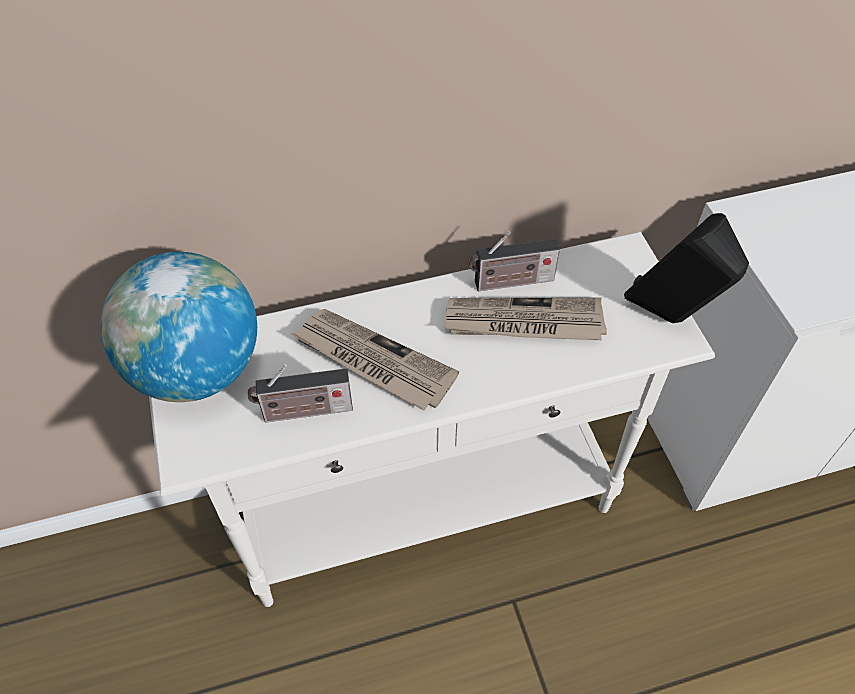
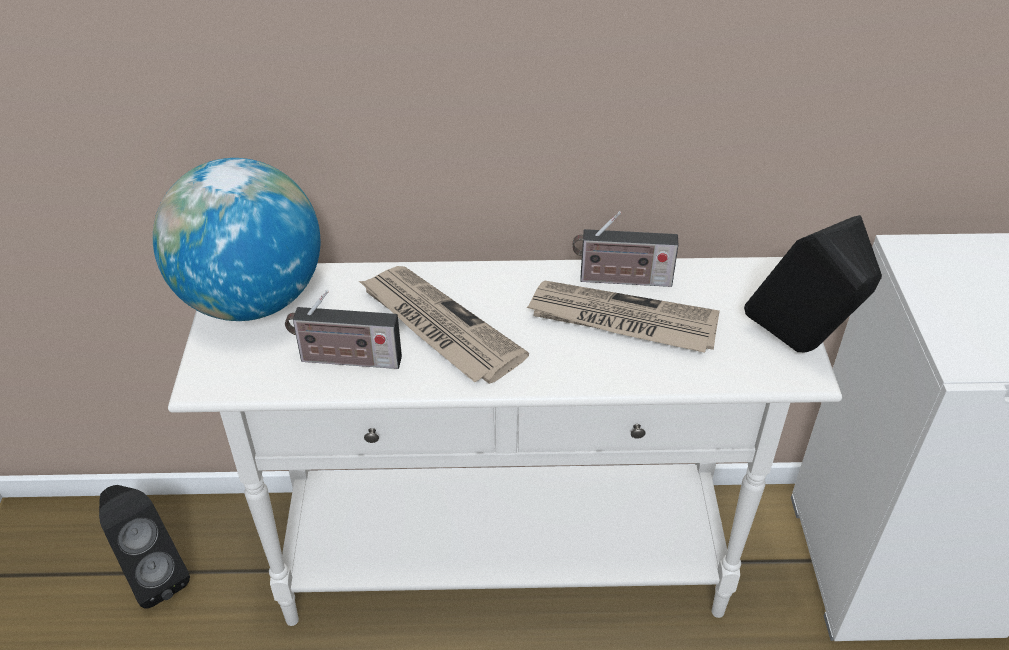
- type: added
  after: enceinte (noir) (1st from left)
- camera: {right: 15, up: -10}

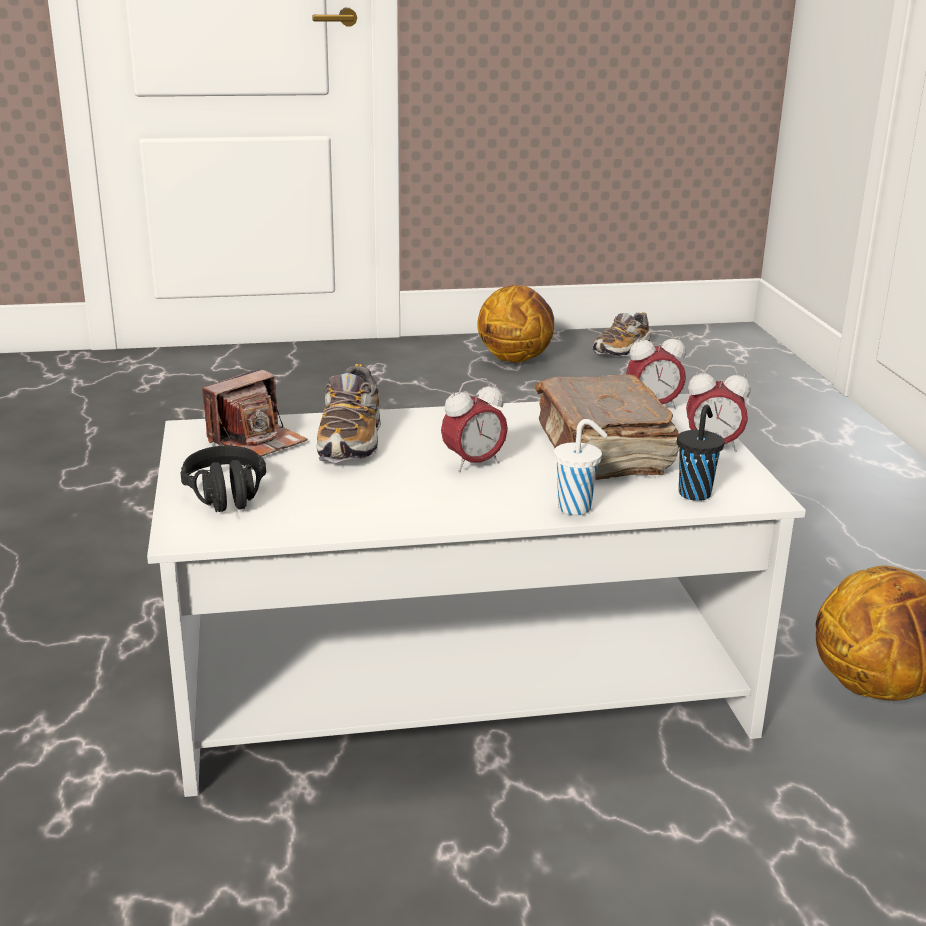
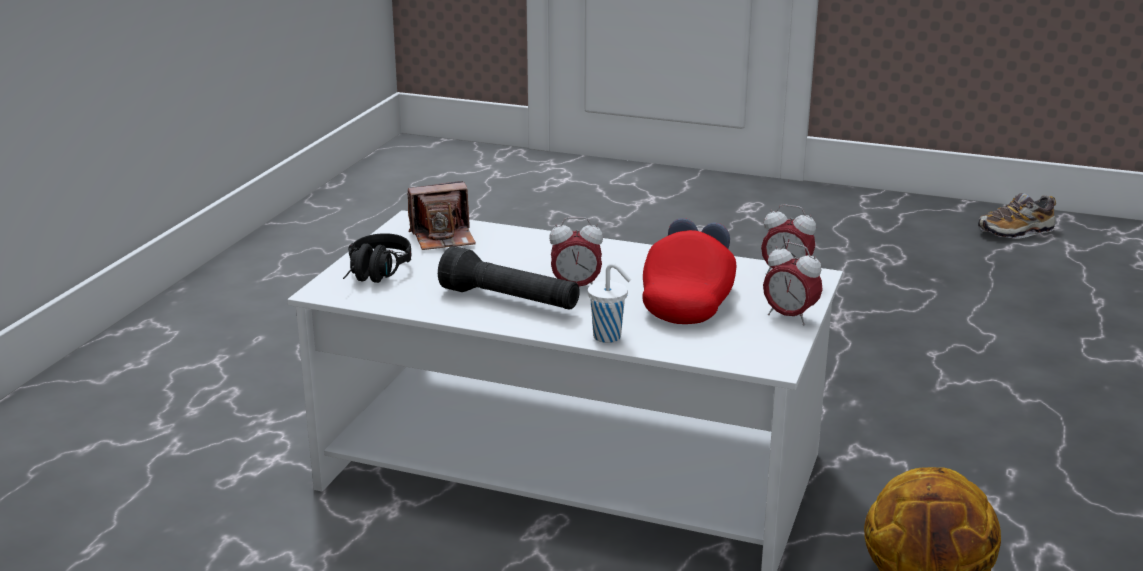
- type: removed
  before: chaussure (1st from left)
- type: removed
  before: ballon de basket (1st from left)
- type: replaced
  before: livre (marron)
  after: casquette (rouge)
- type: removed
  before: tasse (noir)
- type: added
  after: lampe de poche (noir)
- camera: {right: 30, up: 0}

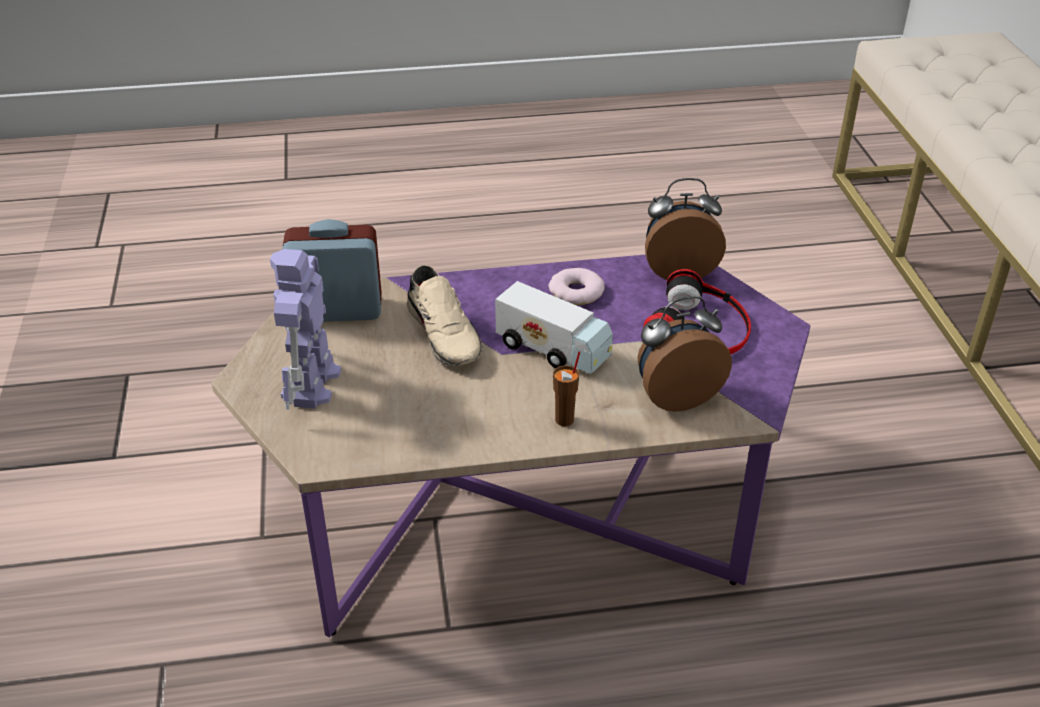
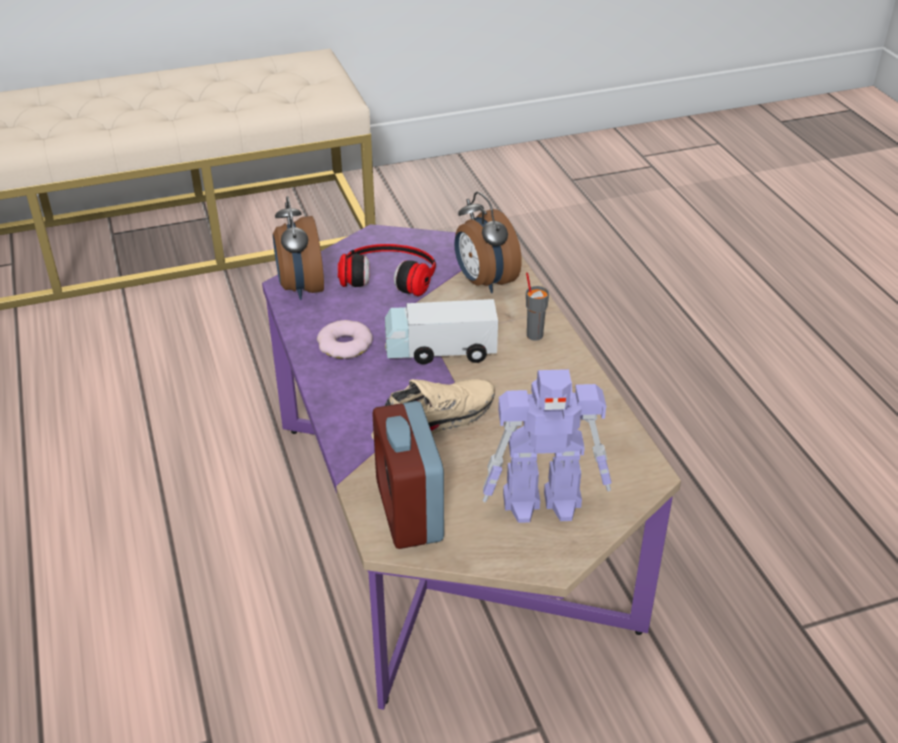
- type: turned
  before: camion jouet
  turn: -120
- type: recoloured
  before: tasse (marron)
  after: tasse (gris)
- camera: {right: -100, up: 0}

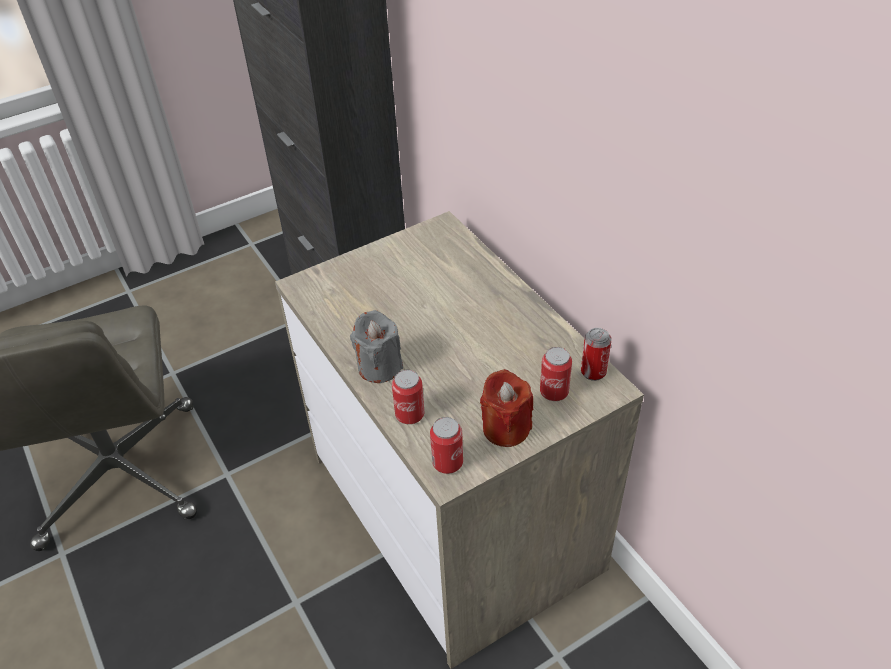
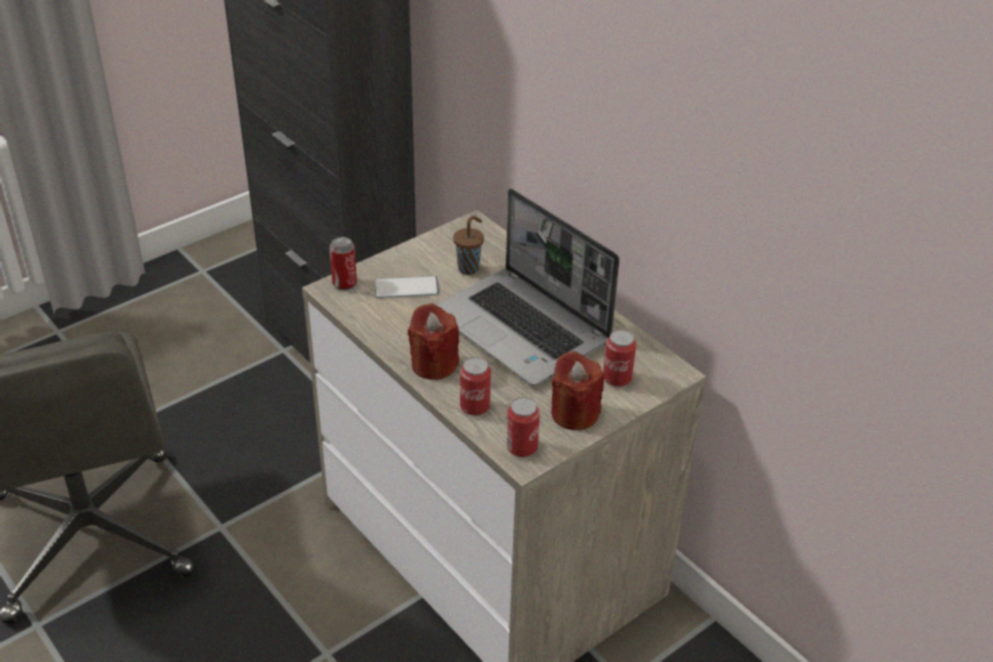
- type: recoloured
  before: bougie (gris)
  after: bougie (rouge) (1st from left)
- type: moved
  before: boîte métallique (4th from left in the first image)
  after: boîte métallique (1st from left)
- type: added
  after: téléphone
- type: added
  after: ordinateur portable
- type: added
  after: tasse (marron)
- camera: {right: -10, up: -5}

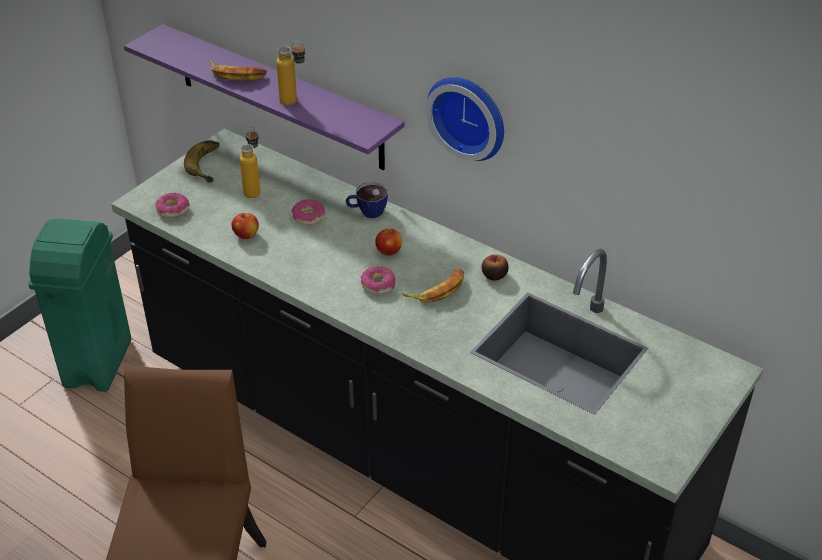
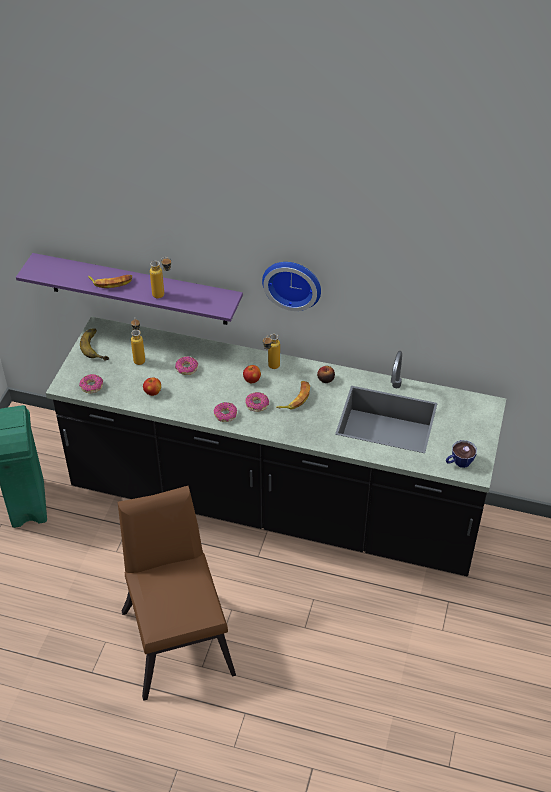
- type: moved
  before: tasse
- type: added
  after: beignet (3rd from left)
- type: added
  after: bouteille (3rd from left)
- camera: {right: -20, up: 5}

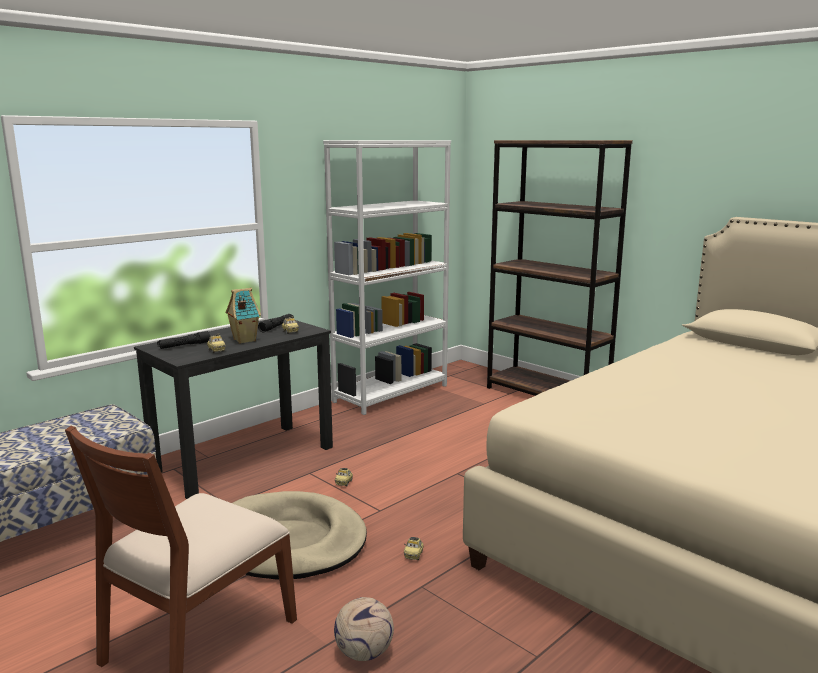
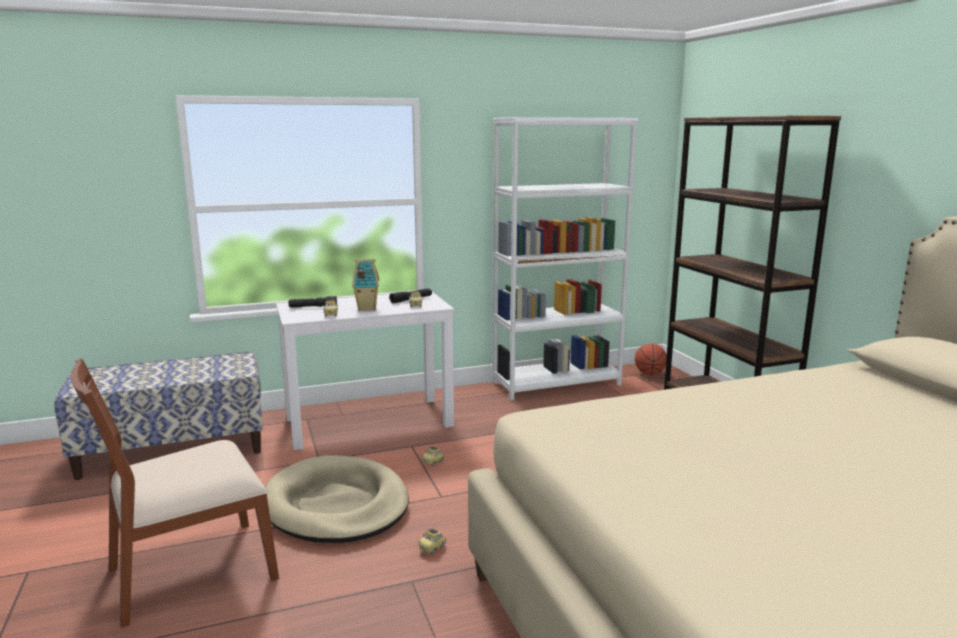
- type: recoloured
  before: bureau (noir)
  after: bureau (blanc)
- type: removed
  before: ballon de foot
- type: added
  after: ballon de basket
- camera: {right: 25, up: 0}

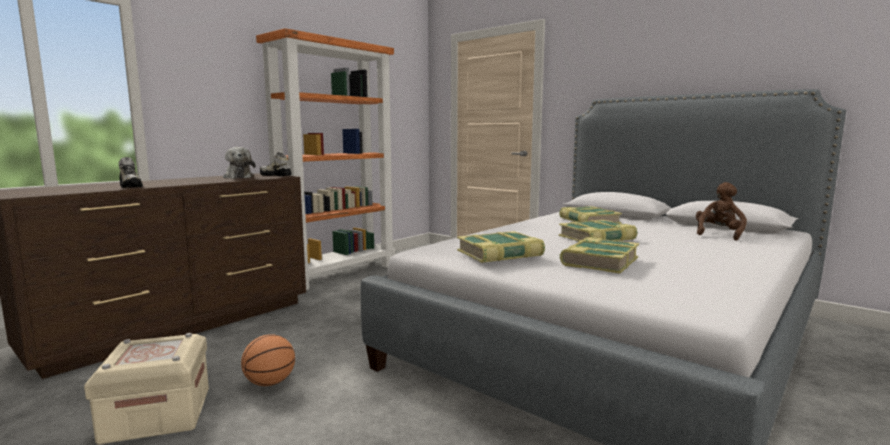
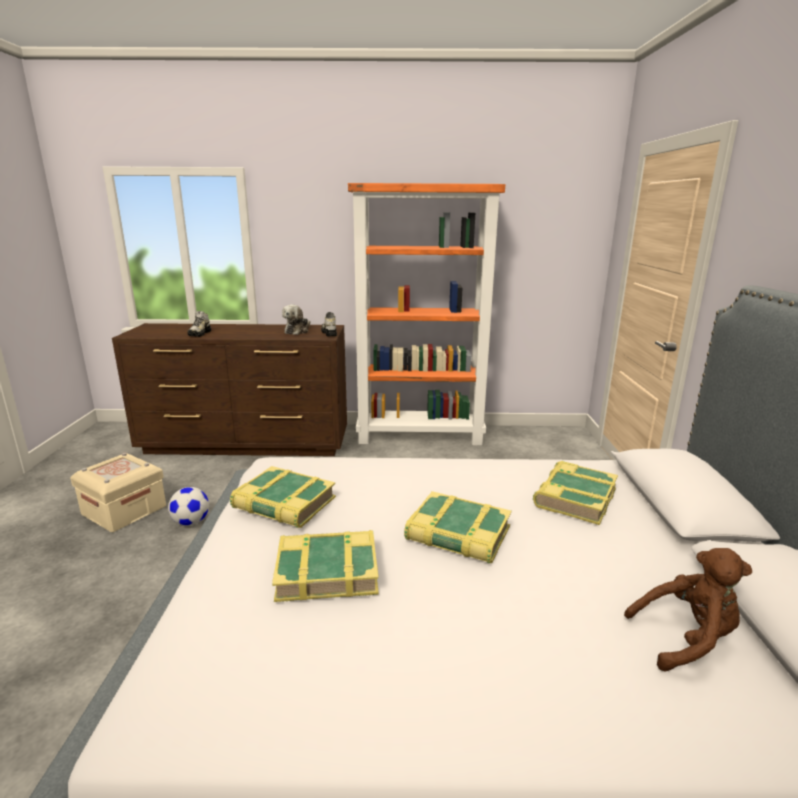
- type: replaced
  before: ballon de basket
  after: ballon de foot
- camera: {right: 50, up: 10}

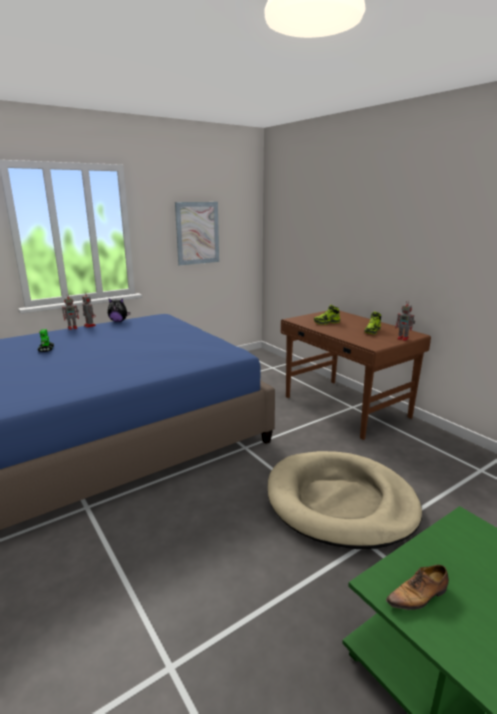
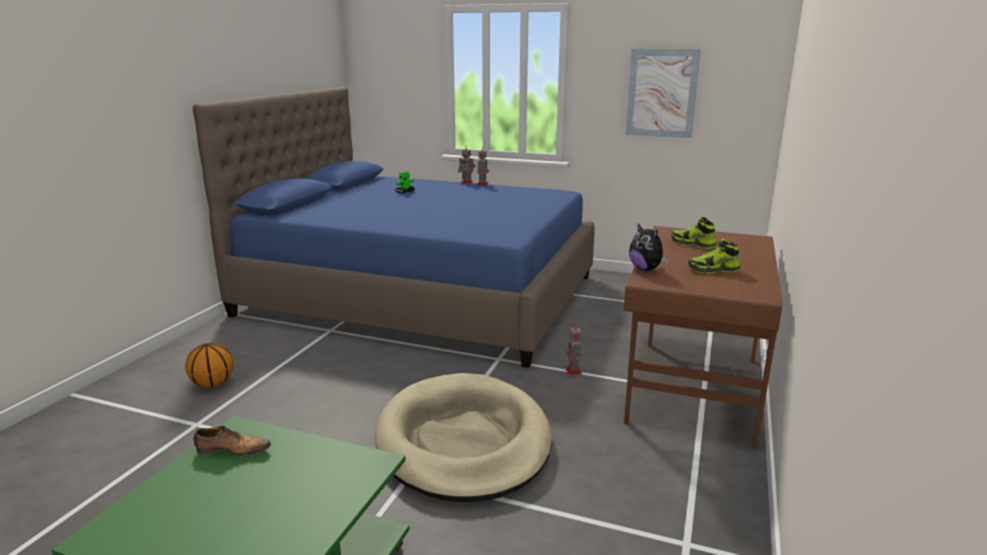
- type: moved
  before: peluche
- type: turned
  before: chaussure (3rd from left in the first image)
  turn: 150
- type: moved
  before: robot jouet (4th from left)
- type: added
  after: ballon de basket
- camera: {right: 55, up: 0}

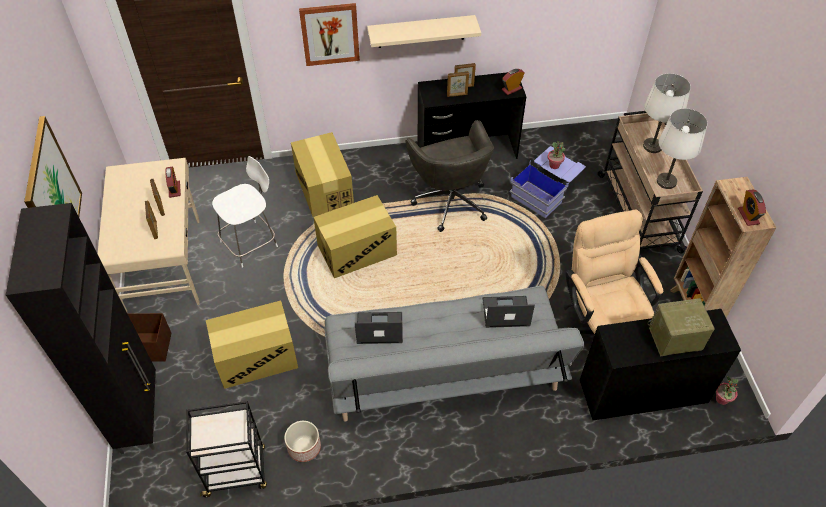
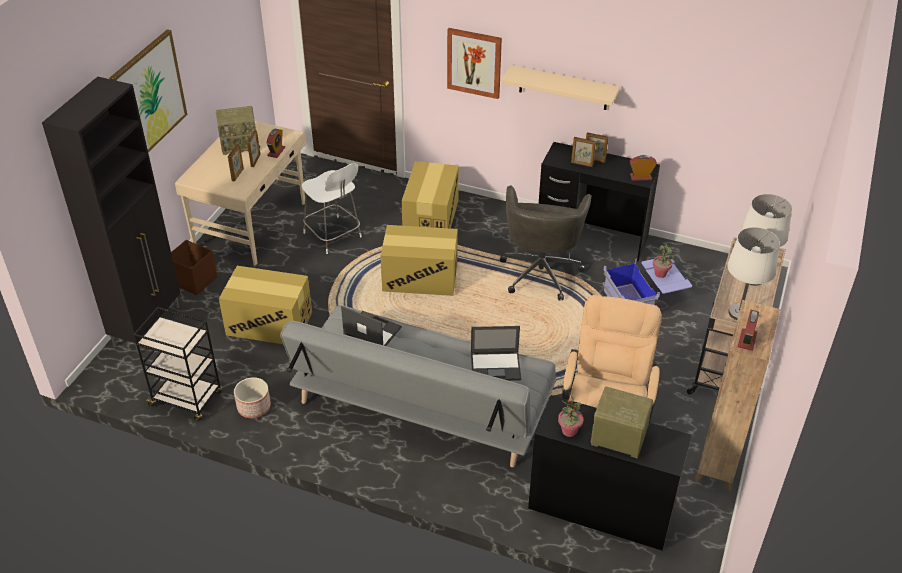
- type: turned
  before: chaise (blanc)
  turn: 60
- type: turned
  before: ordinateur portable (2nd from left)
  turn: 150
- type: moved
  before: plante en pot (2nd from left in the first image)
  after: plante en pot (1st from left)
- type: added
  after: radio (1st from left)
- camera: {right: 30, up: -10}

